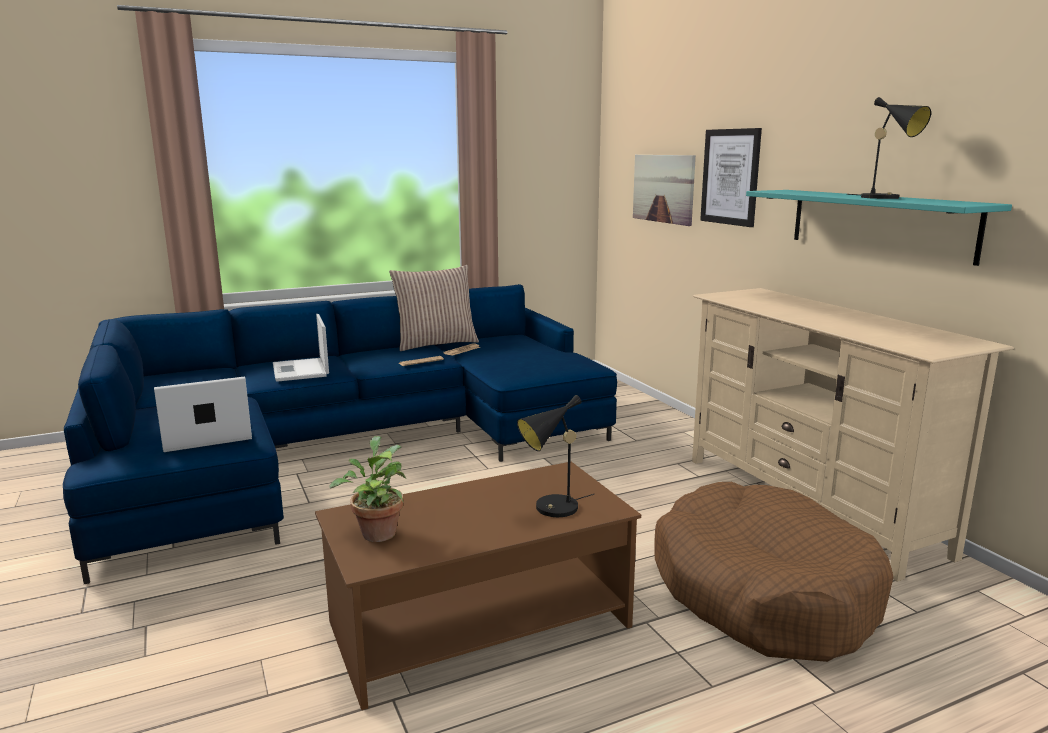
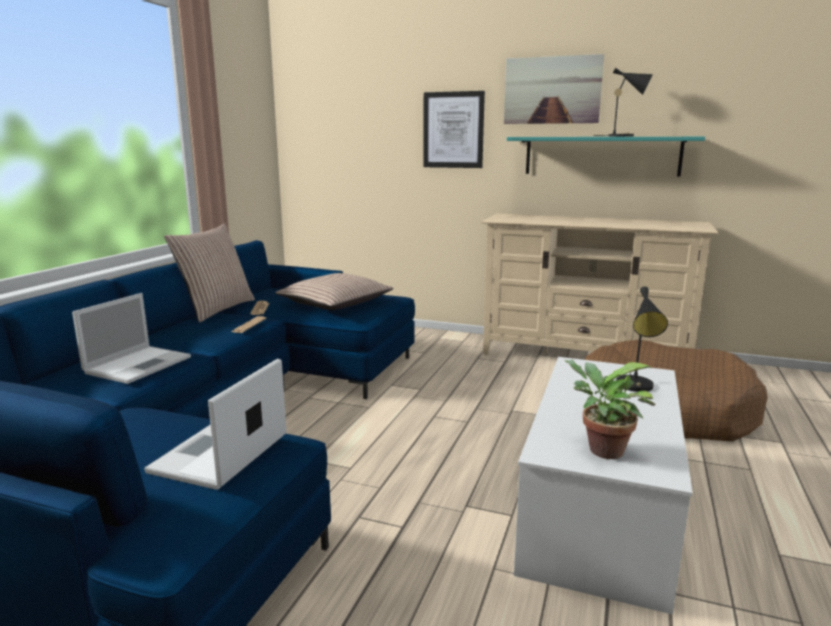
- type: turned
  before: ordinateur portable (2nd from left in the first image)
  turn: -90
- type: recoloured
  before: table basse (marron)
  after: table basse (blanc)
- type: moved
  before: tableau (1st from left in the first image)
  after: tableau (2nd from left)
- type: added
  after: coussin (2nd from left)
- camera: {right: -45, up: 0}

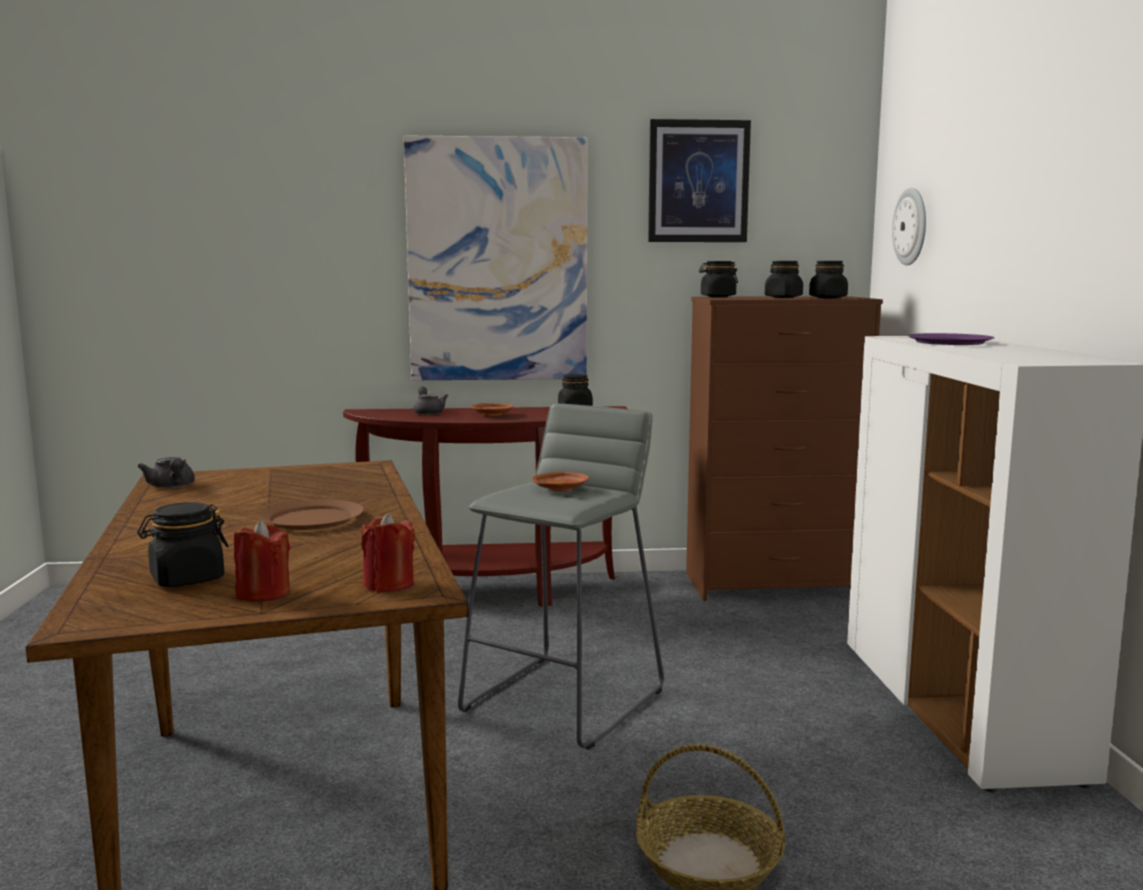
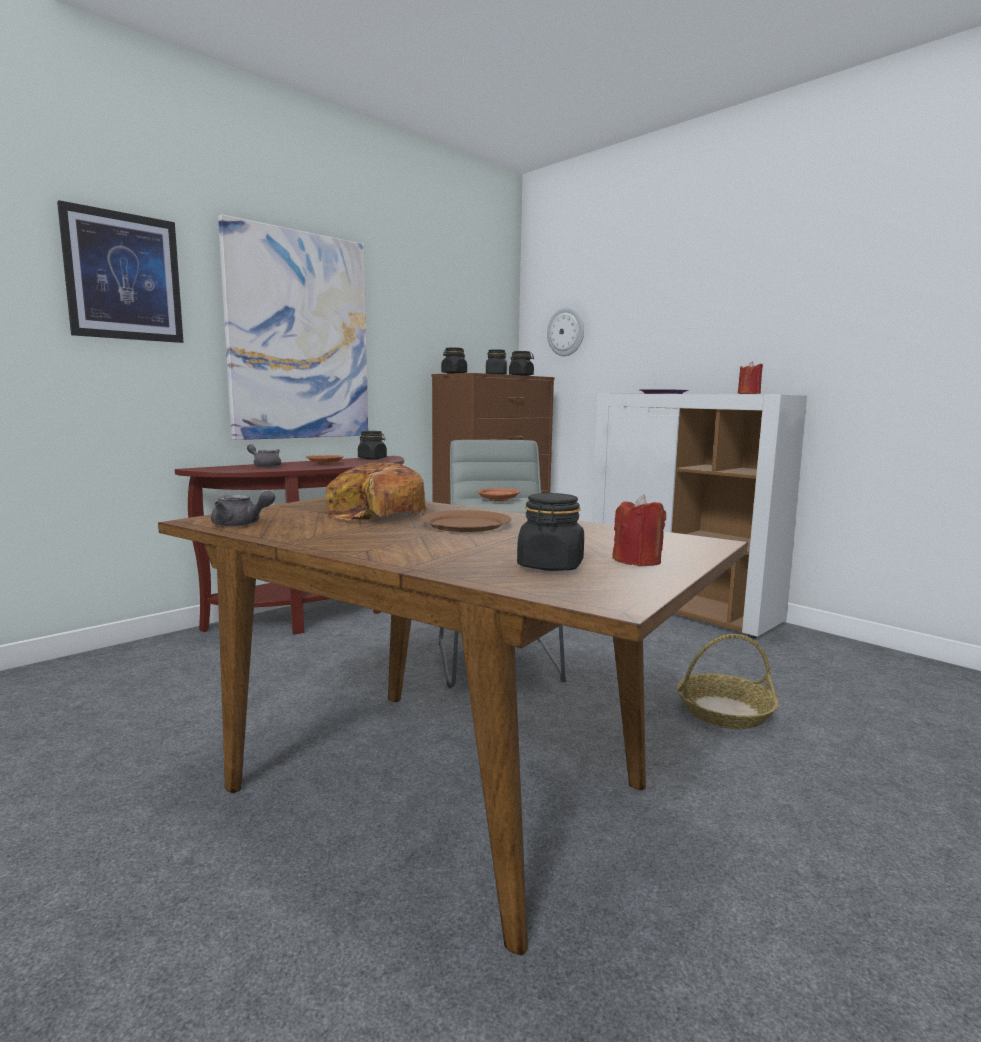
- type: moved
  before: bougie (rouge) (2nd from left)
- type: moved
  before: tableau (2nd from left in the first image)
  after: tableau (1st from left)
- type: added
  after: pain
- camera: {right: -40, up: 0}

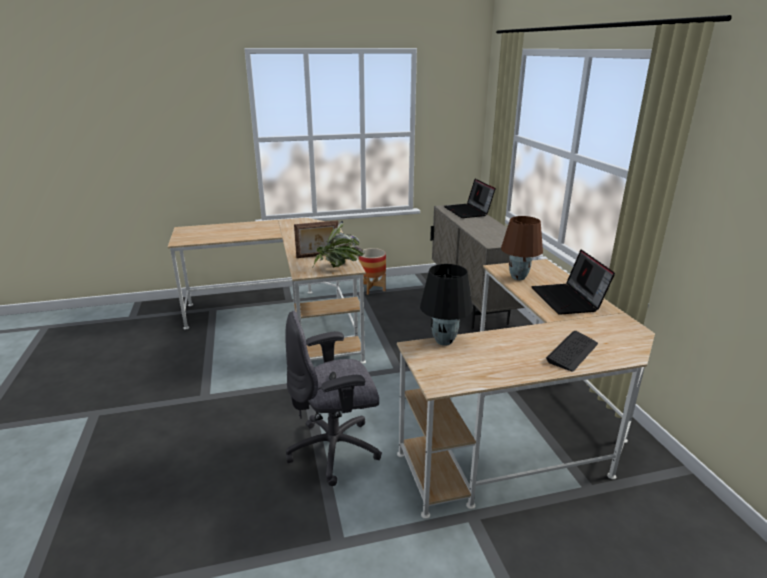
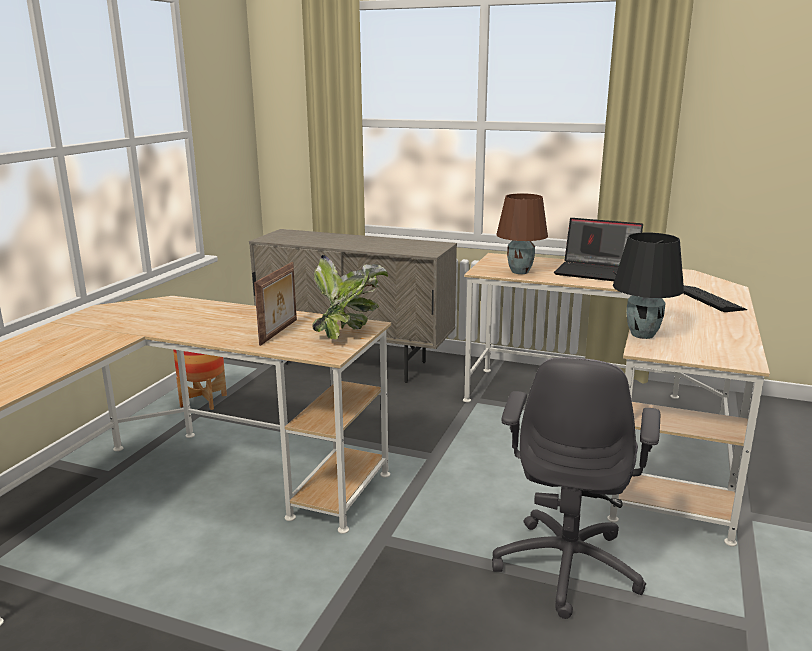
- type: removed
  before: ordinateur portable (1st from left)
- camera: {right: -55, up: -5}

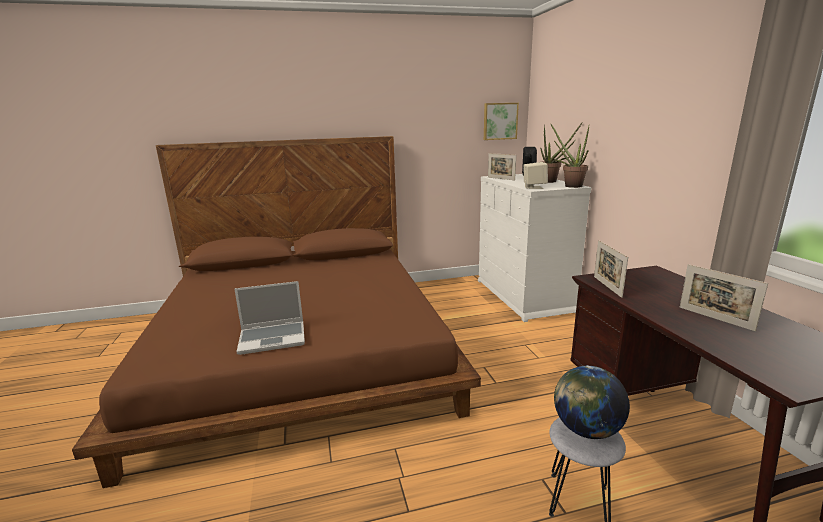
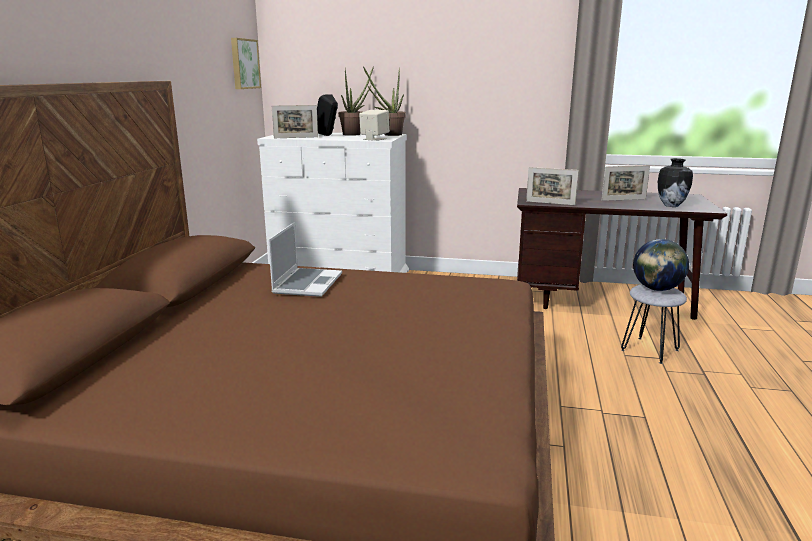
- type: moved
  before: ordinateur portable
- type: added
  after: vase
- camera: {right: -65, up: 0}

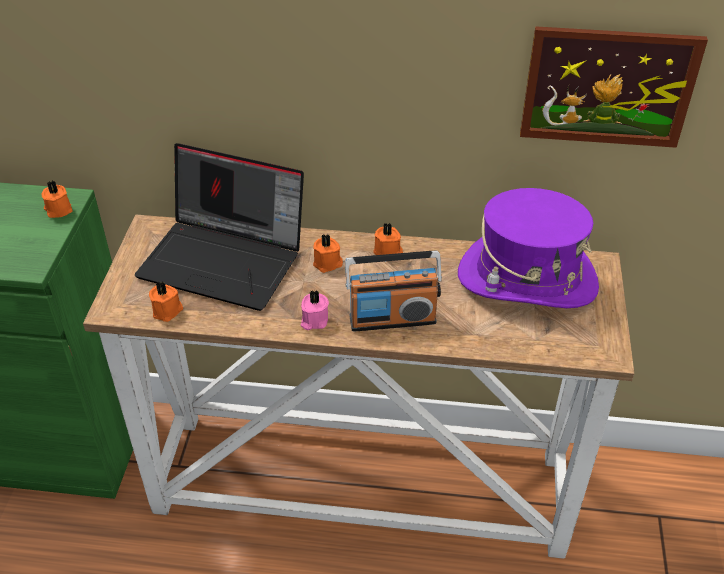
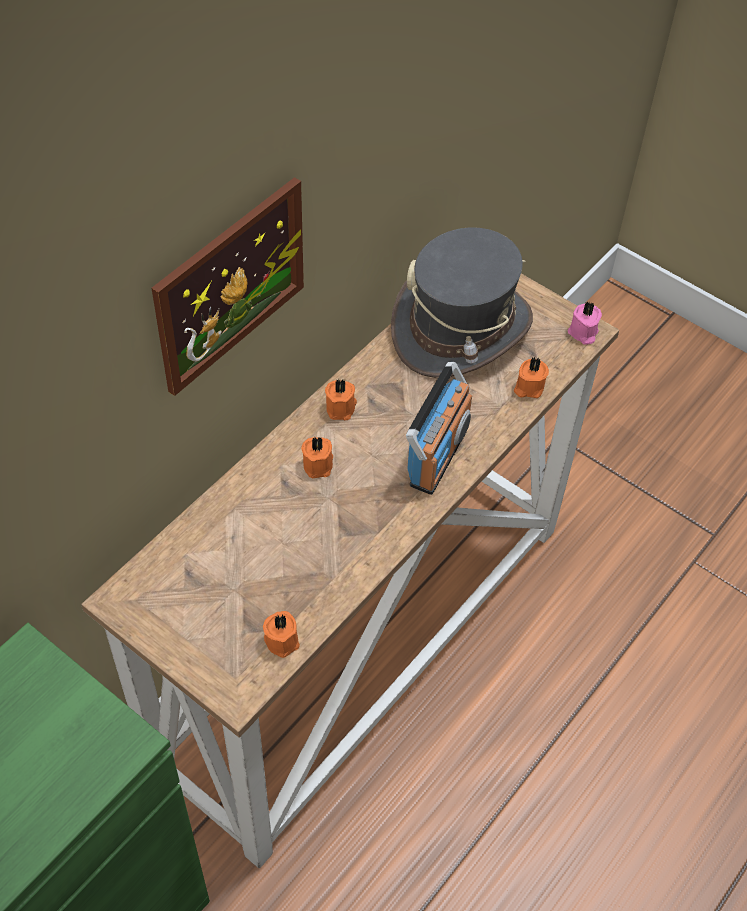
- type: moved
  before: bougie (orange) (1st from left in the first image)
  after: bougie (orange) (4th from left)
- type: removed
  before: ordinateur portable
- type: moved
  before: bougie (rose)
- type: recoloured
  before: chapeau (violet)
  after: chapeau (gris)
- type: moved
  before: tableau
- camera: {right: -60, up: 10}

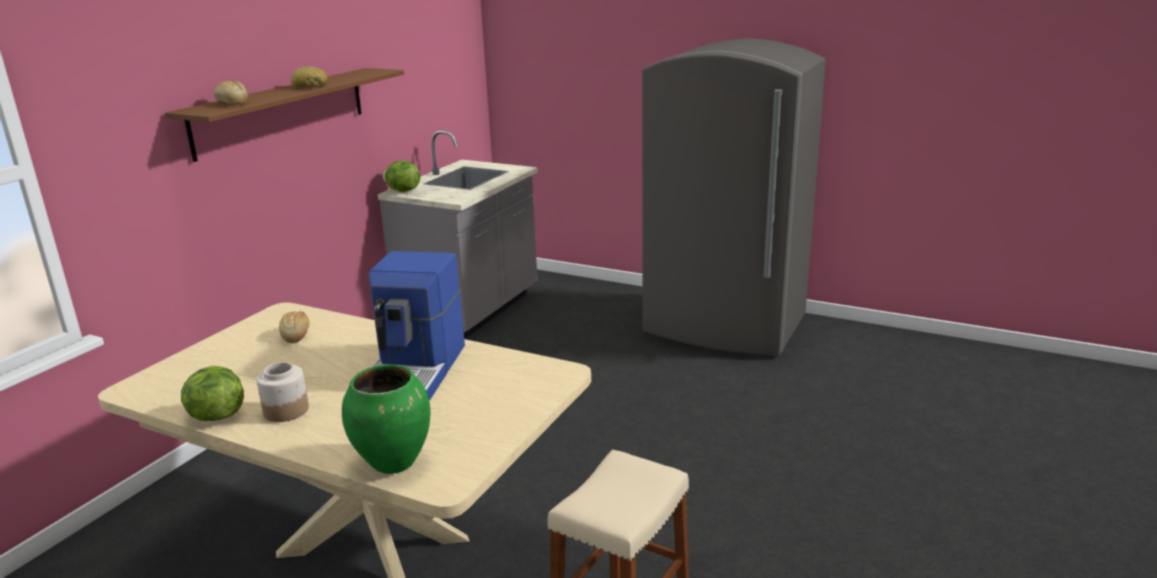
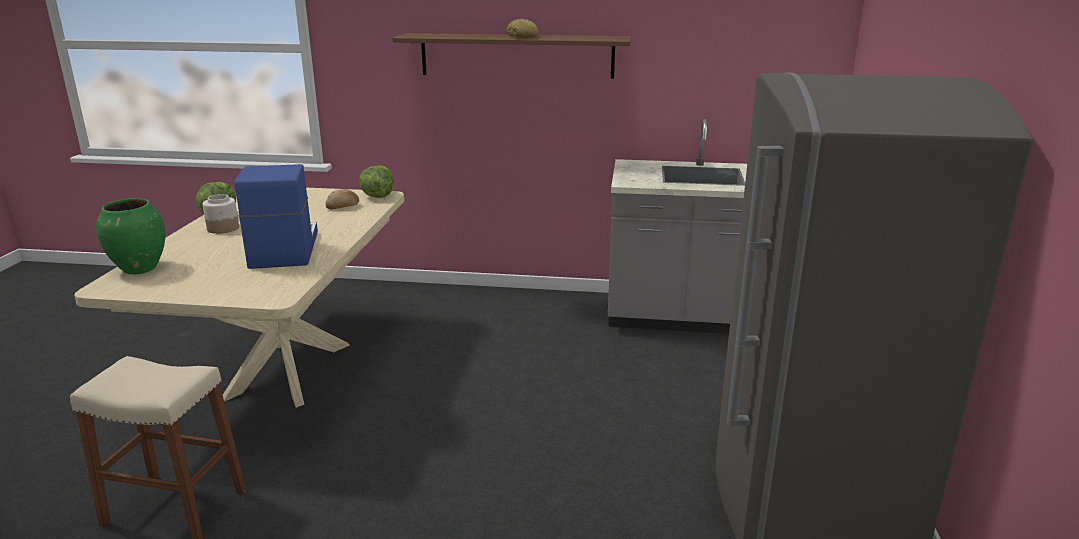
- type: removed
  before: pain (1st from left)
- type: turned
  before: machine à café
  turn: 90
- type: moved
  before: laitue (2nd from left)
- camera: {right: 70, up: 0}

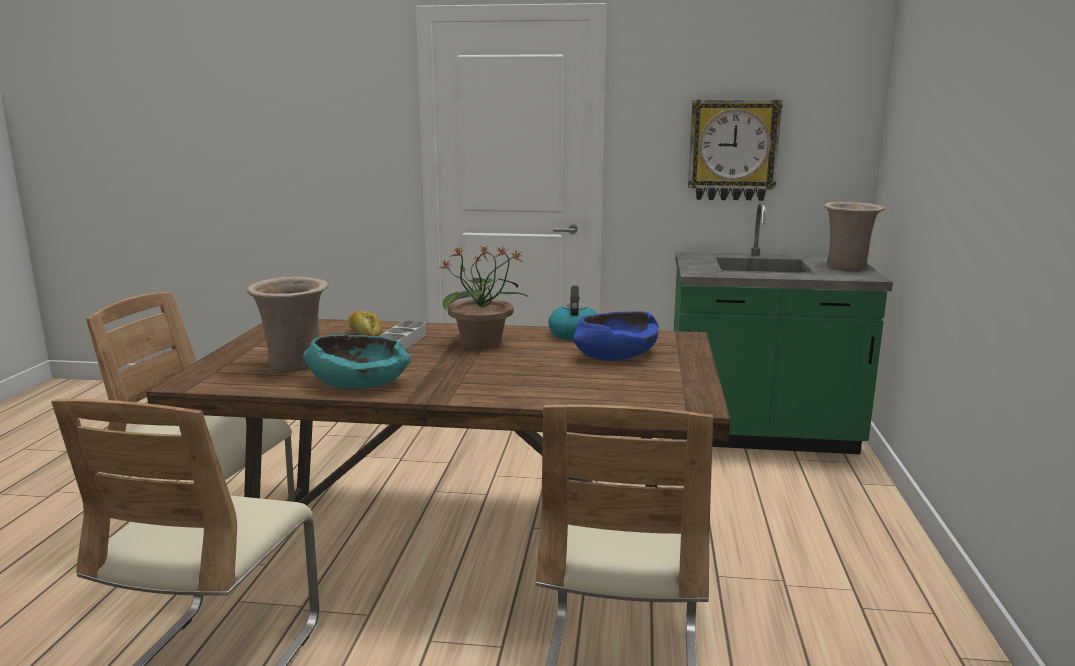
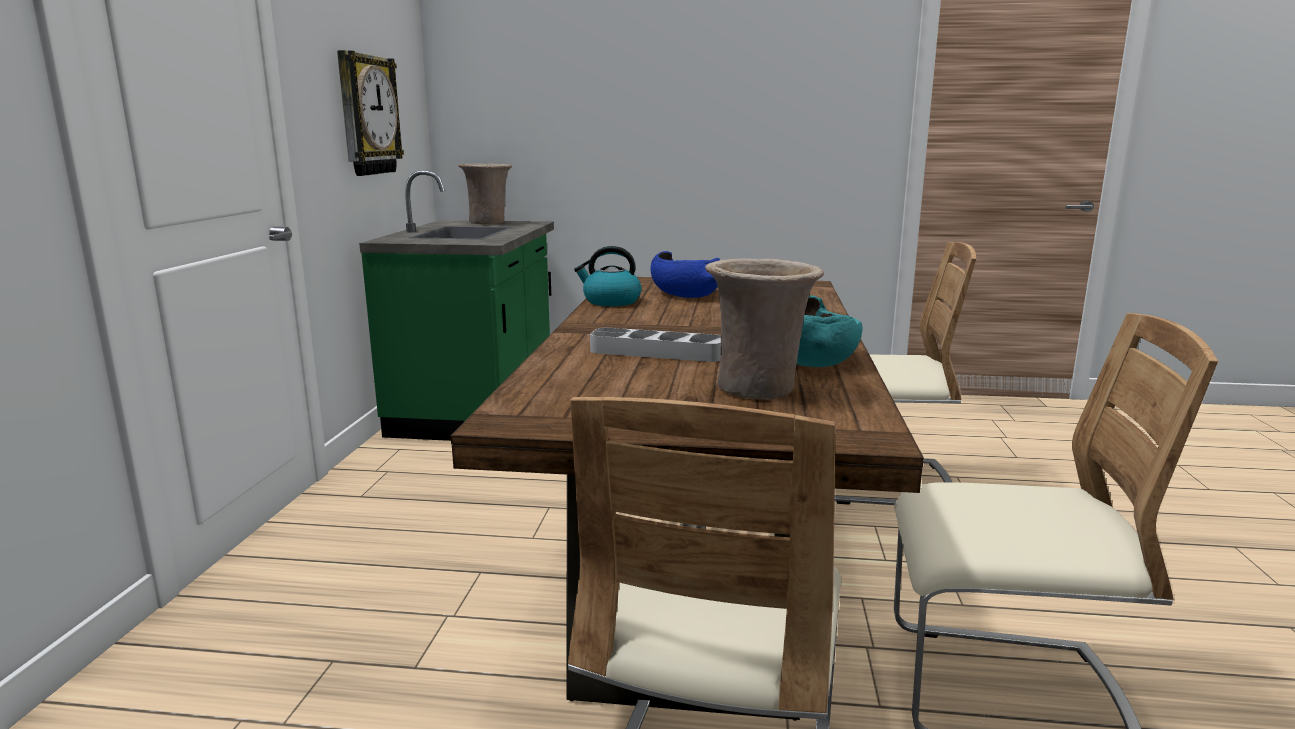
- type: removed
  before: pain
- type: removed
  before: plante en pot
- camera: {right: -90, up: 0}

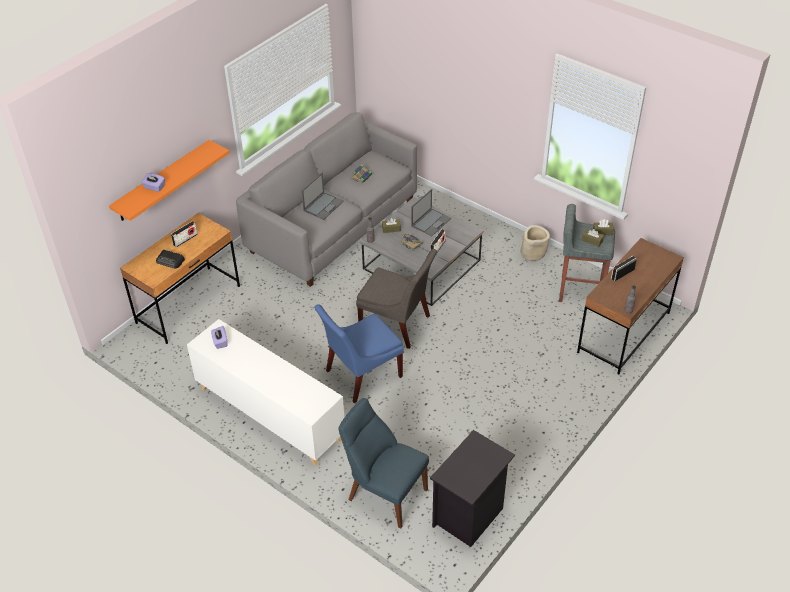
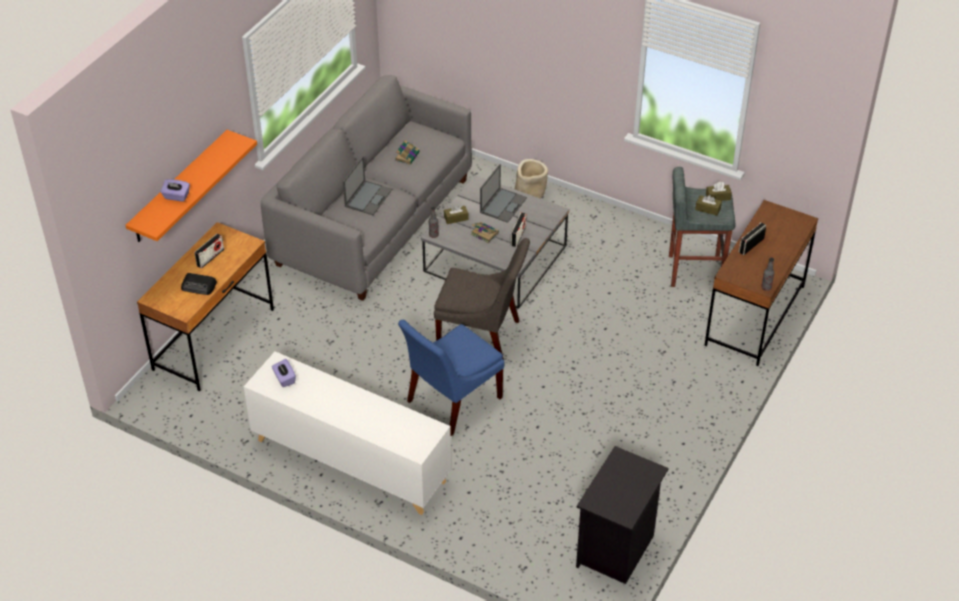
- type: removed
  before: chaise (bleu) (2nd from left)
- type: moved
  before: cache-pot (beige)
- camera: {right: -10, up: 0}

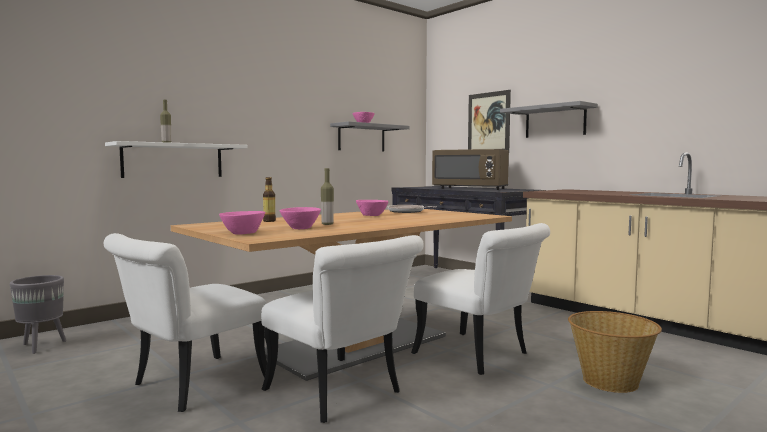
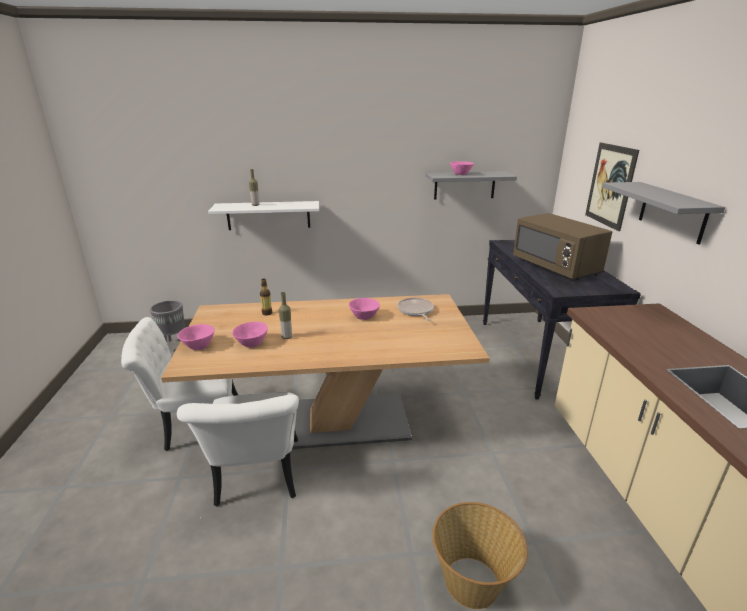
- type: removed
  before: chaise (blanc) (3rd from left)
- camera: {right: 35, up: 20}

